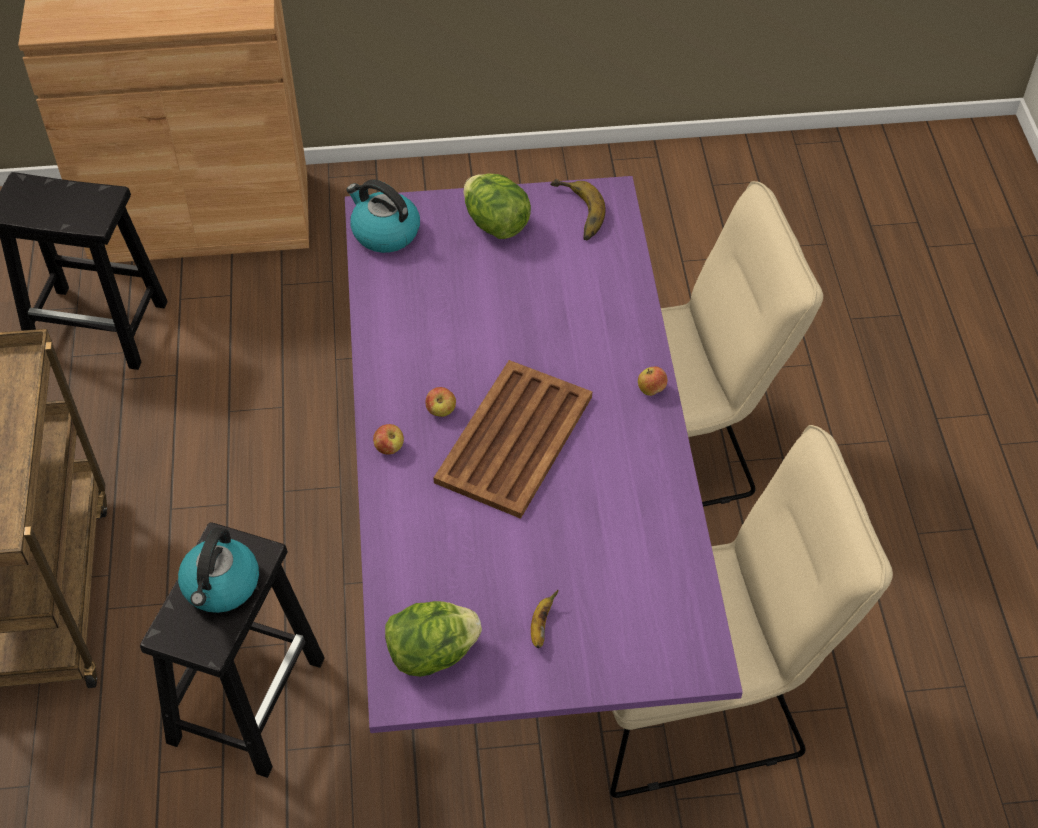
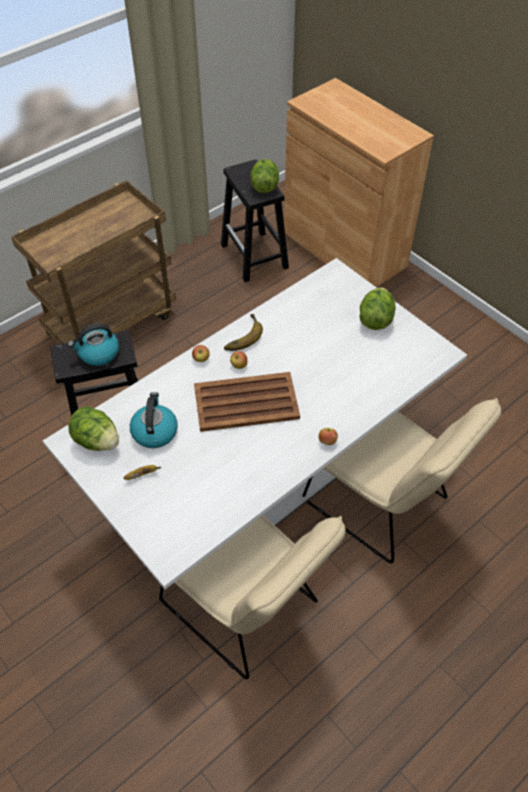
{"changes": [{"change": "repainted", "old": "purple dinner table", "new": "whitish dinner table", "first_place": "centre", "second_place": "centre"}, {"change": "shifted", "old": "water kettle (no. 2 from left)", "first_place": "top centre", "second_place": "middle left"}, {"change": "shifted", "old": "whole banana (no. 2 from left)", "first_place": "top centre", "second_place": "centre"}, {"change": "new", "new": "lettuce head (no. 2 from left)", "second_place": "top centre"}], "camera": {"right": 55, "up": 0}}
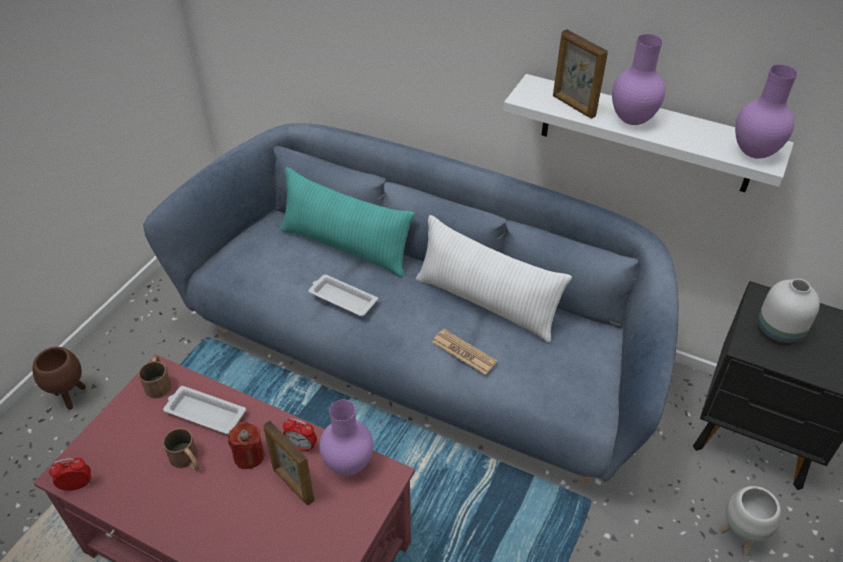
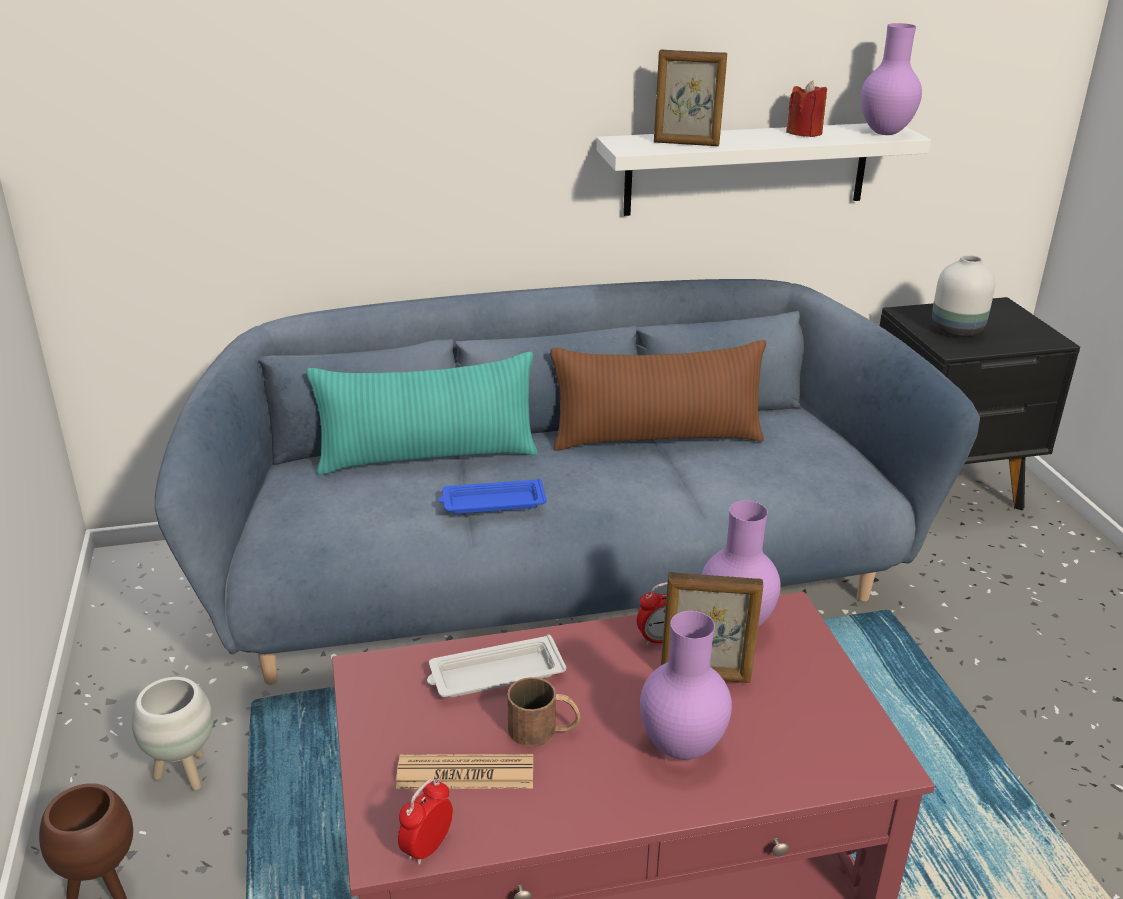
{"changes": [{"change": "shifted", "old": "whitish plant pot", "first_place": "bottom right", "second_place": "bottom left"}, {"change": "shifted", "old": "daily paper", "first_place": "centre", "second_place": "bottom centre"}, {"change": "repainted", "old": "whitish tray (no. 2 from left)", "new": "blue tray", "first_place": "centre", "second_place": "centre"}, {"change": "repainted", "old": "whitish cushion", "new": "brown-coloured cushion", "first_place": "centre", "second_place": "centre"}, {"change": "shifted", "old": "purple vase (no. 2 from left in the first image)", "new": "purple vase (no. 1 from left)", "first_place": "top right", "second_place": "bottom centre"}, {"change": "shifted", "old": "reddish wax light", "first_place": "bottom left", "second_place": "top right"}, {"change": "gone", "old": "brown-coloured coffee mug (no. 1 from left)", "first_place": "bottom left"}], "camera": {"right": -40, "up": -15}}
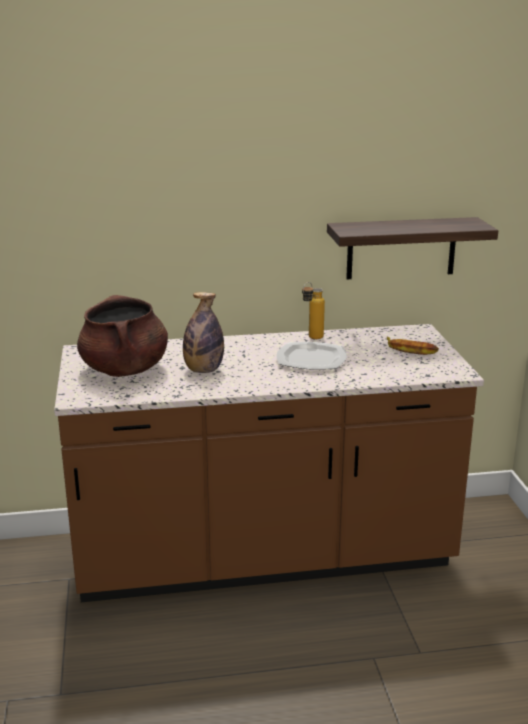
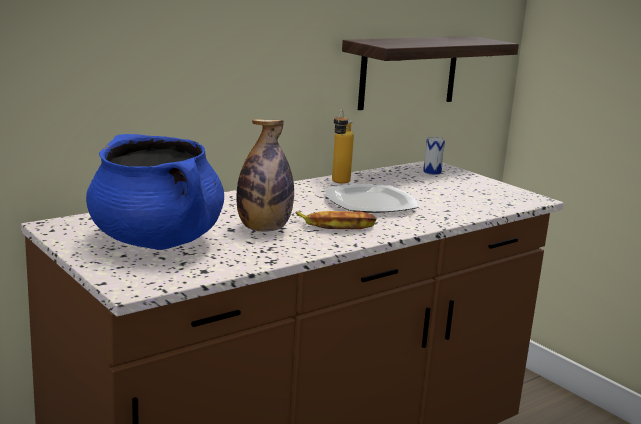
{"changes": [{"change": "repainted", "old": "brown-coloured saucepot", "new": "blue saucepot", "first_place": "middle left", "second_place": "middle left"}, {"change": "shifted", "old": "whole banana", "first_place": "middle right", "second_place": "centre"}, {"change": "new", "new": "can", "second_place": "middle right"}], "camera": {"right": -30, "up": -5}}
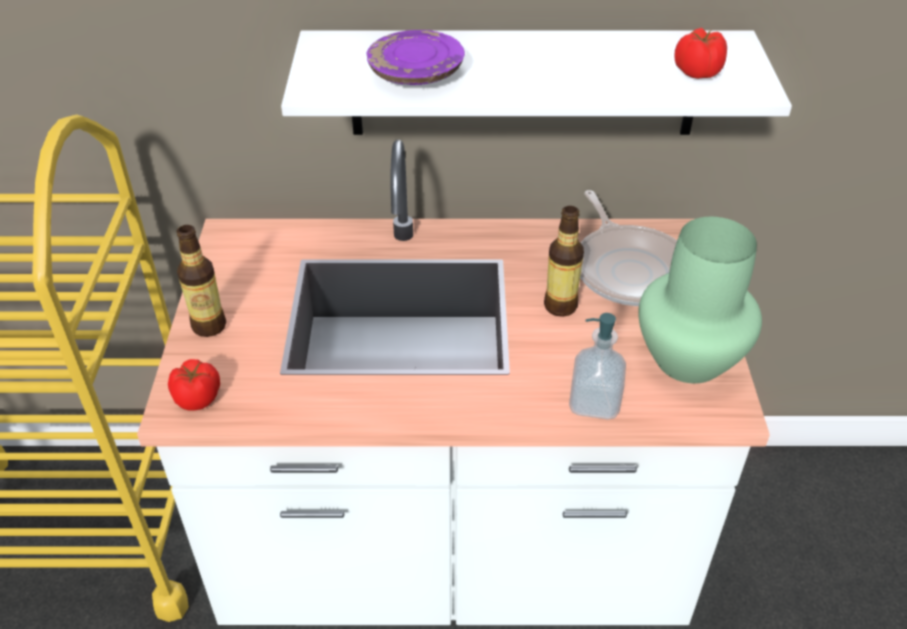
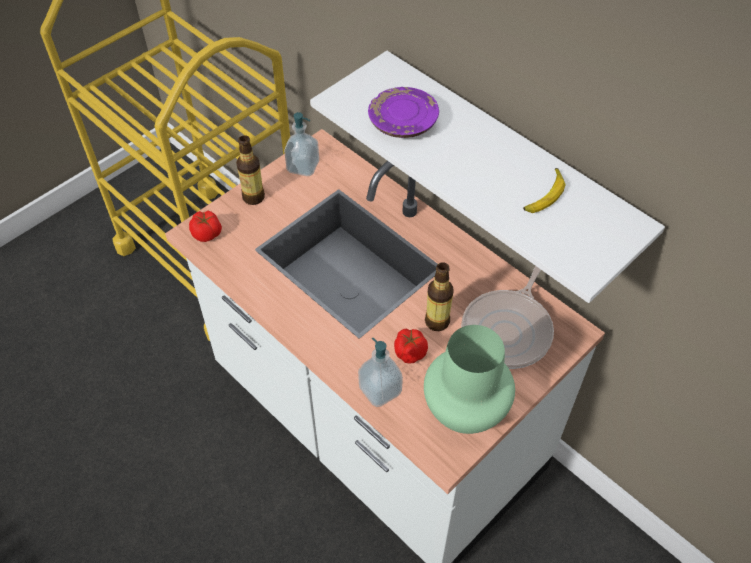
{"changes": [{"change": "new", "new": "liquid soap bottle (no. 1 from left)", "second_place": "top centre"}, {"change": "shifted", "old": "fresh tomato (no. 2 from left)", "first_place": "top right", "second_place": "centre"}, {"change": "new", "new": "whole banana", "second_place": "middle right"}], "camera": {"right": 45, "up": 10}}
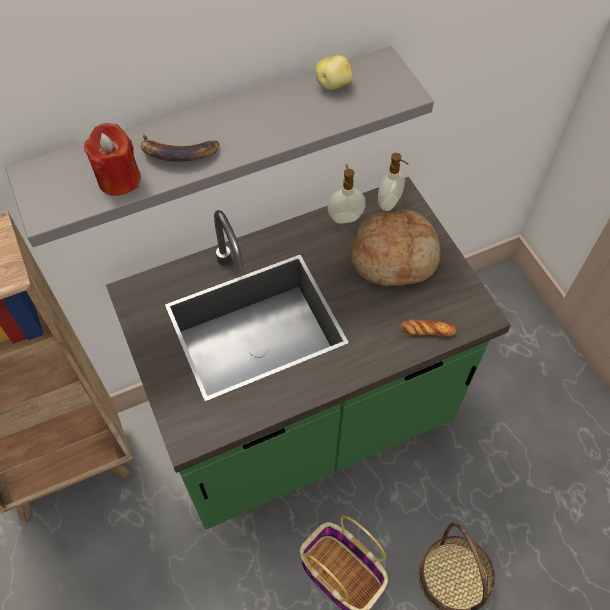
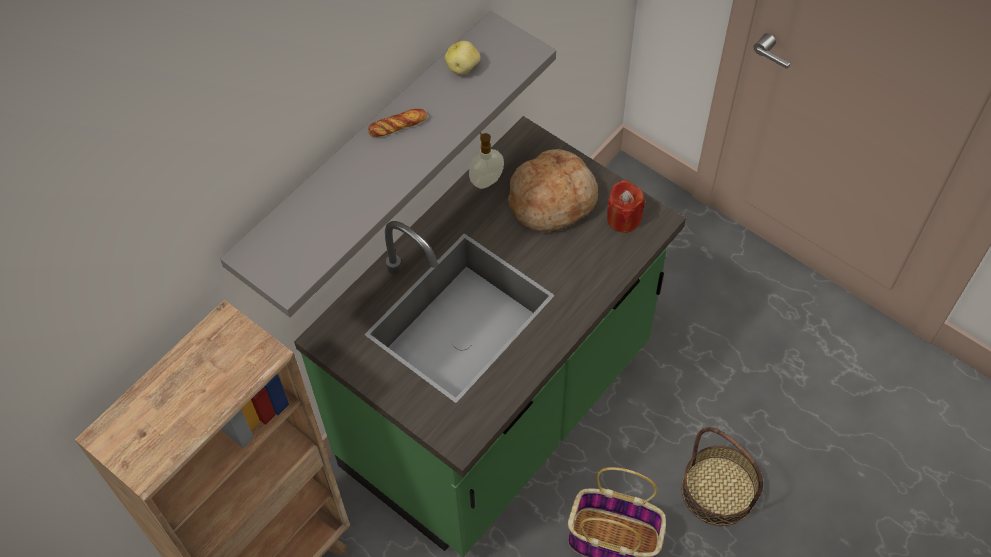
{"changes": [{"change": "shifted", "old": "bakery bread (no. 2 from left in the first image)", "new": "bakery bread (no. 1 from left)", "first_place": "middle right", "second_place": "top centre"}, {"change": "shifted", "old": "reddish wax light", "first_place": "top left", "second_place": "centre"}, {"change": "gone", "old": "whole banana", "first_place": "top left"}, {"change": "gone", "old": "liquid soap bottle (no. 2 from left)", "first_place": "top centre"}], "camera": {"right": -25, "up": 0}}
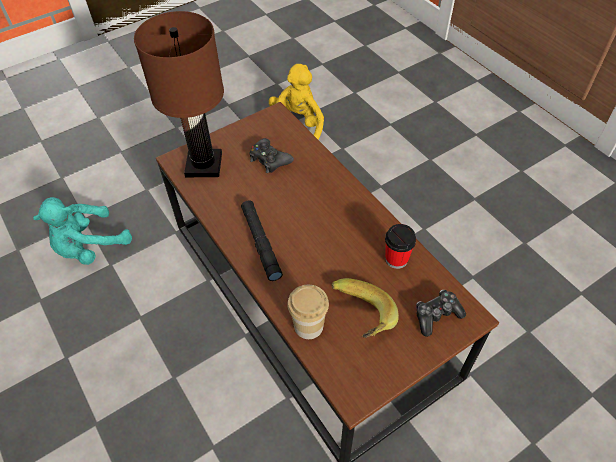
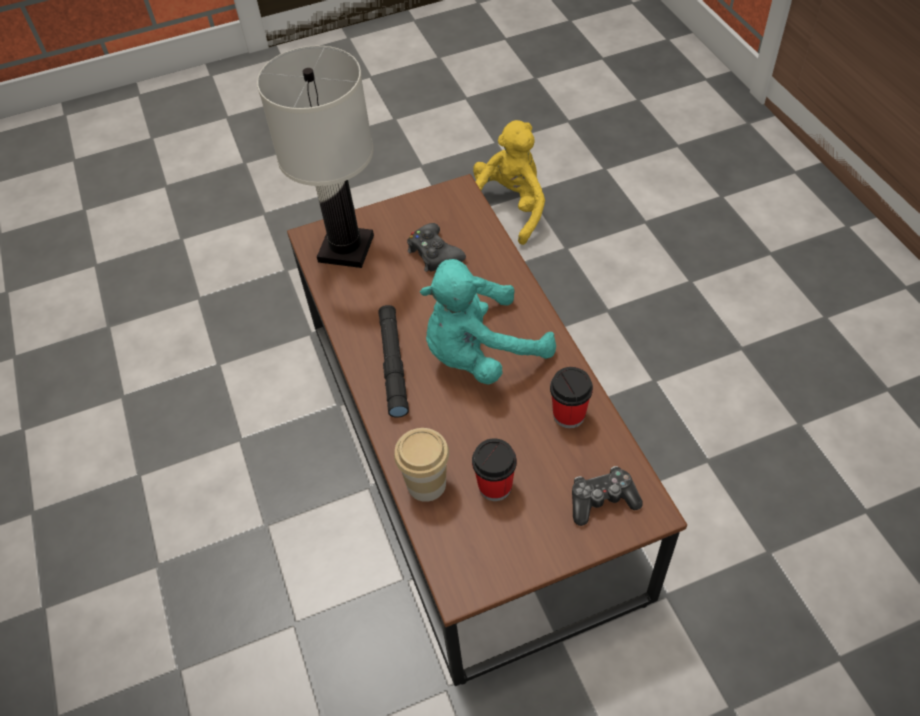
{"changes": [{"change": "repainted", "old": "brown-coloured tabletop lamp", "new": "whitish tabletop lamp", "first_place": "top left", "second_place": "top centre"}, {"change": "shifted", "old": "turquoise plush toy", "first_place": "middle left", "second_place": "centre"}, {"change": "swapped", "old": "whole banana", "new": "small cup (no. 2 from left)", "first_place": "bottom centre", "second_place": "centre"}], "camera": {"right": 15, "up": 0}}
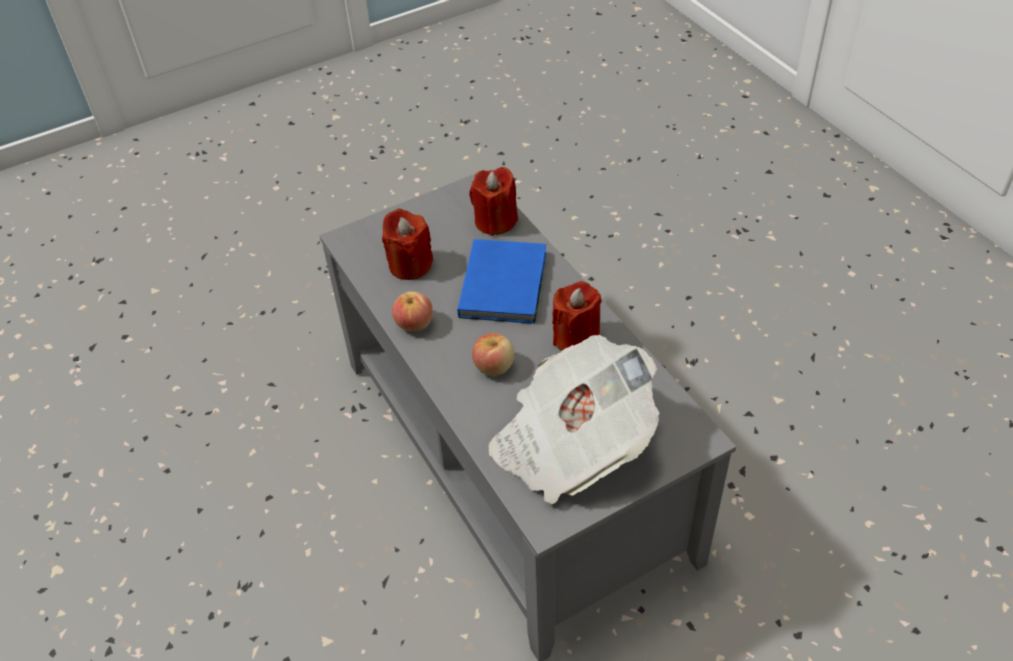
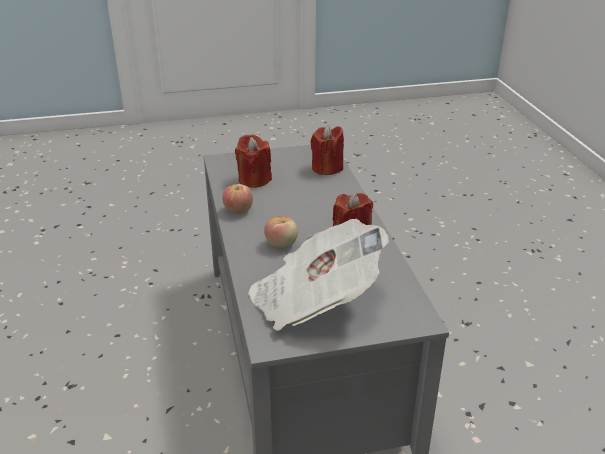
{"changes": [{"change": "gone", "old": "blue volume", "first_place": "centre"}], "camera": {"right": 15, "up": -15}}
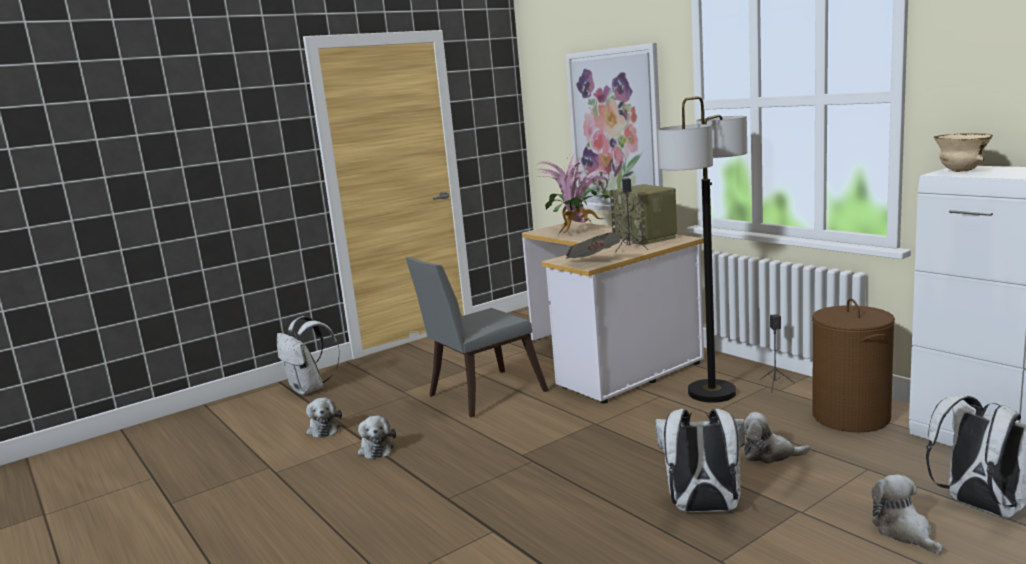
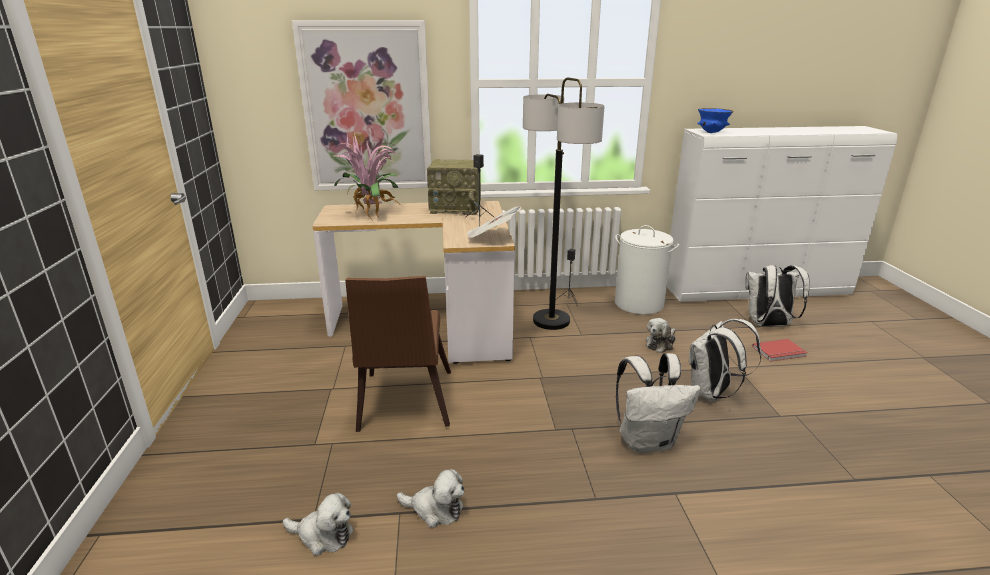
{"changes": [{"change": "repainted", "old": "grey upright chair", "new": "brown-coloured upright chair", "first_place": "centre", "second_place": "centre"}, {"change": "repainted", "old": "brown-coloured hamper", "new": "whitish hamper", "first_place": "middle right", "second_place": "centre"}, {"change": "shifted", "old": "whitish backpack (no. 1 from left)", "first_place": "middle left", "second_place": "bottom centre"}, {"change": "repainted", "old": "beige bowl", "new": "blue bowl", "first_place": "top right", "second_place": "top right"}, {"change": "swapped", "old": "plush toy (no. 4 from left)", "new": "reddish volume", "first_place": "bottom right", "second_place": "middle right"}], "camera": {"right": -60, "up": 10}}
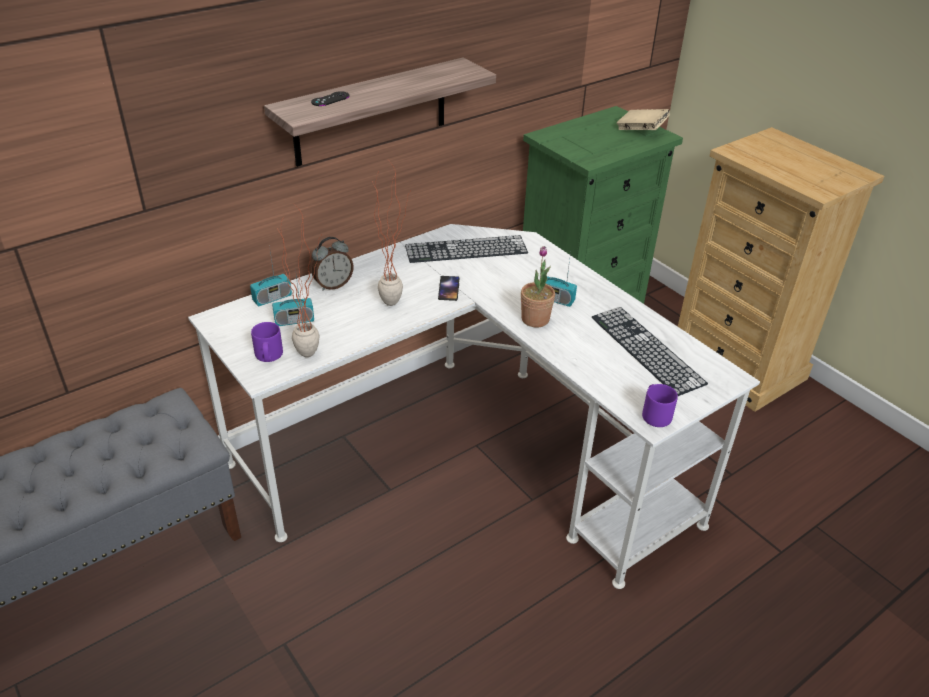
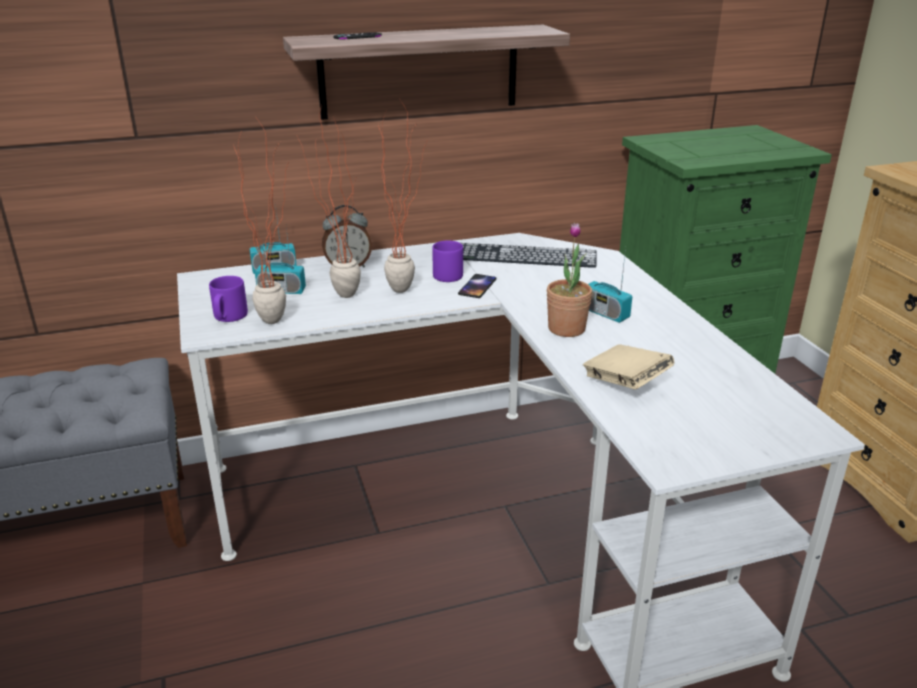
{"changes": [{"change": "new", "new": "houseplant (no. 2 from left)", "second_place": "top centre"}, {"change": "shifted", "old": "purple coffee mug (no. 2 from left)", "first_place": "middle right", "second_place": "centre"}, {"change": "shifted", "old": "beige volume", "first_place": "top right", "second_place": "middle right"}, {"change": "gone", "old": "PC keyboard (no. 2 from left)", "first_place": "middle right"}], "camera": {"right": 20, "up": -10}}
